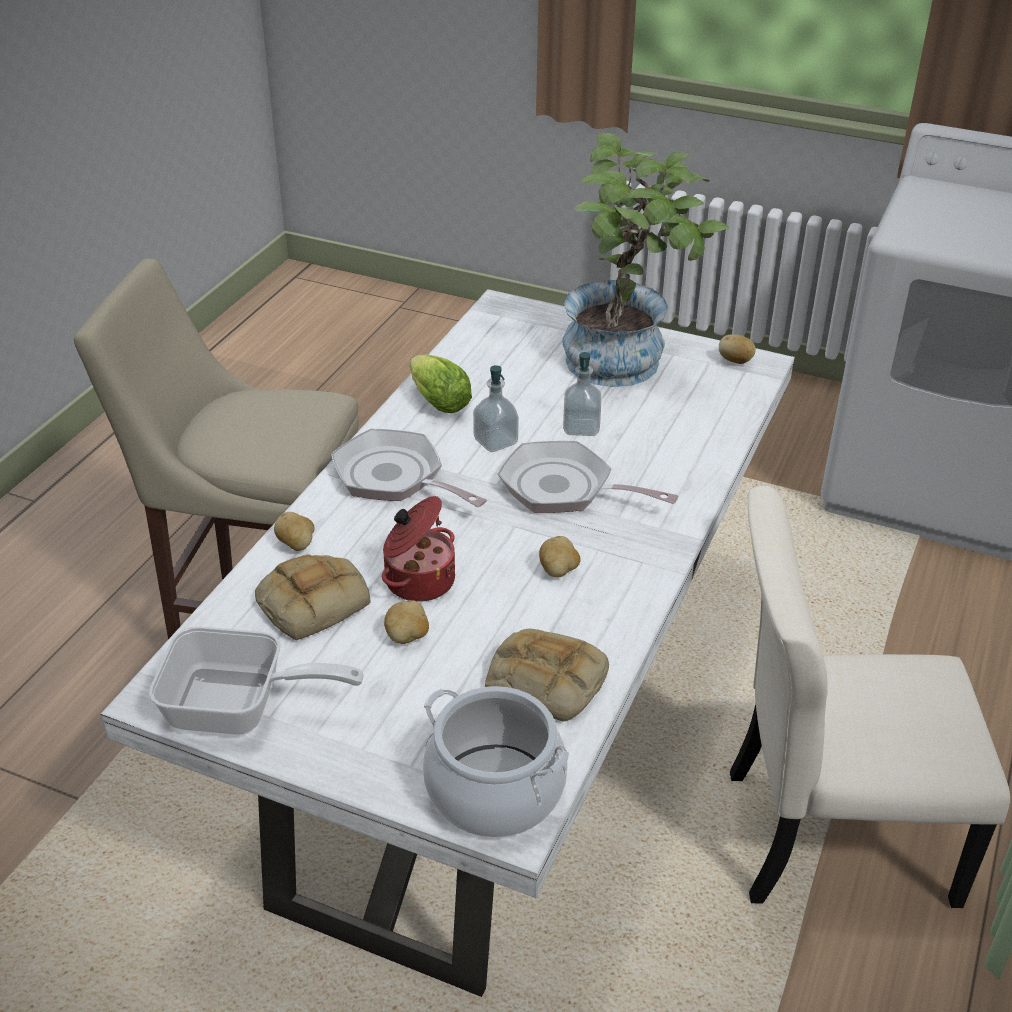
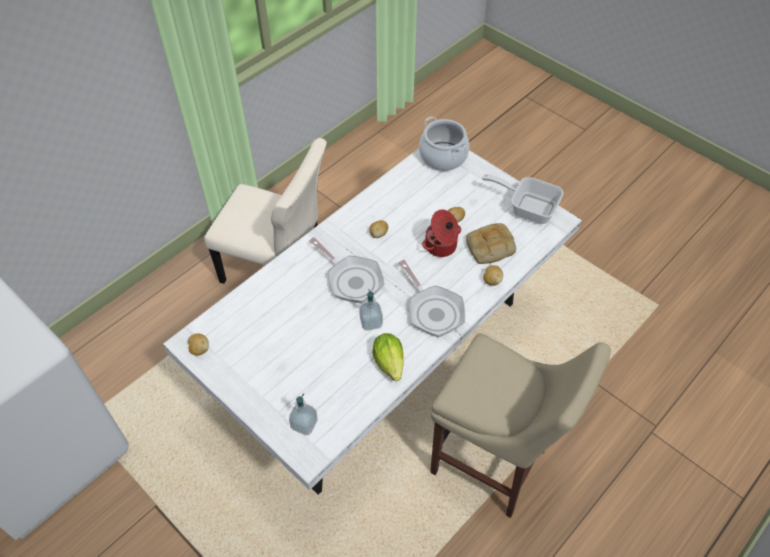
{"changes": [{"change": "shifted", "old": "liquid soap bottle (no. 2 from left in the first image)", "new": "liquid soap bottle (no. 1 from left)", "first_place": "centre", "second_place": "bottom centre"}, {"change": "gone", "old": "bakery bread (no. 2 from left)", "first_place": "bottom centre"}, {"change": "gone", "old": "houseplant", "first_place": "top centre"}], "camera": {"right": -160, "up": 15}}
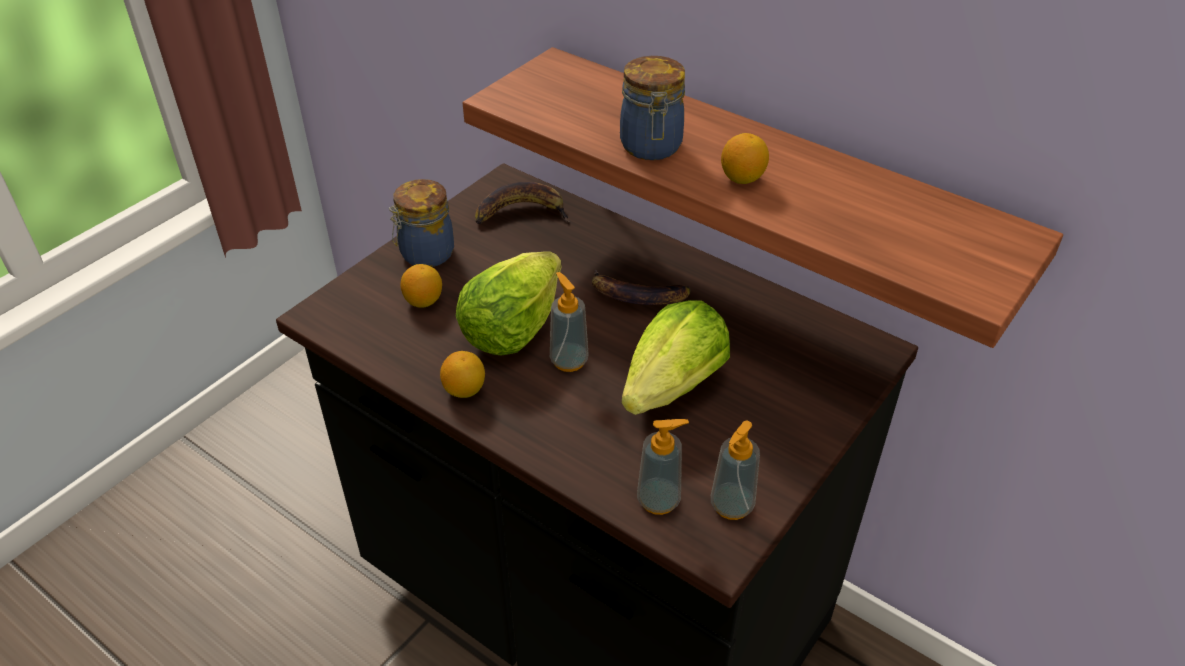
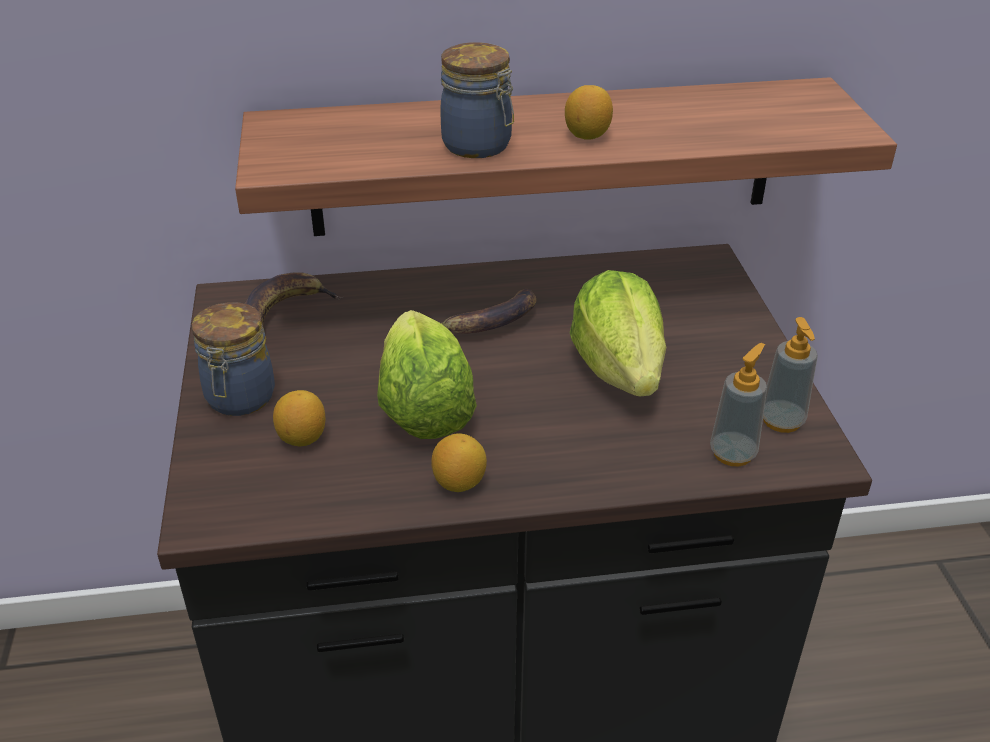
{"changes": [{"change": "gone", "old": "liquid soap bottle (no. 1 from left)", "first_place": "centre"}], "camera": {"right": -45, "up": -5}}
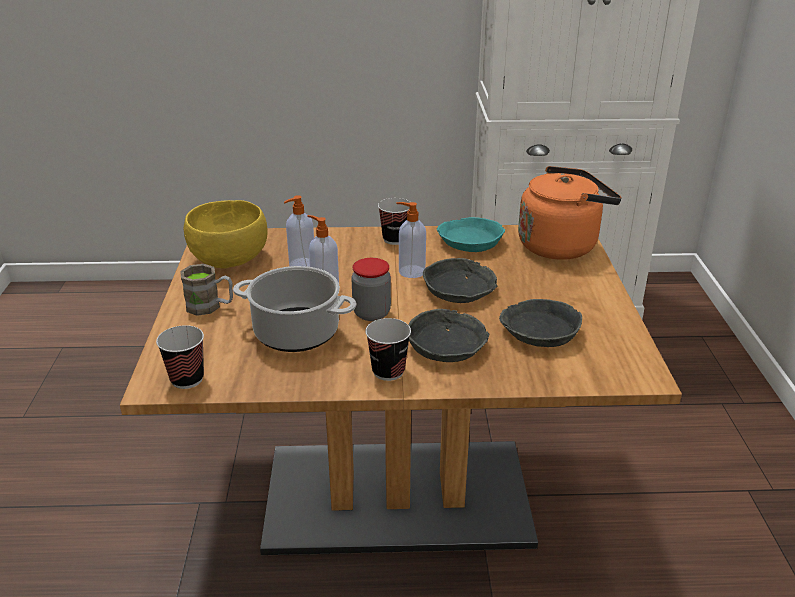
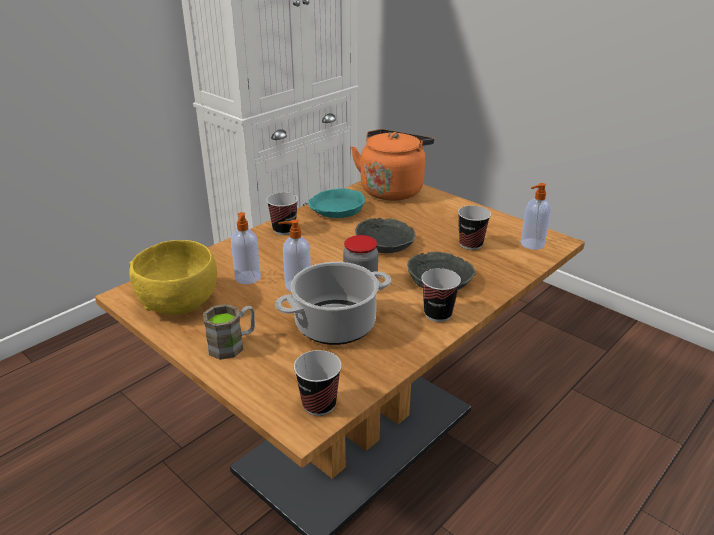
{"changes": [{"change": "swapped", "old": "grey bowl (no. 3 from left)", "new": "small cup (no. 4 from left)", "first_place": "middle right", "second_place": "centre"}, {"change": "shifted", "old": "liquid soap bottle (no. 3 from left)", "first_place": "centre", "second_place": "middle right"}], "camera": {"right": -45, "up": 0}}
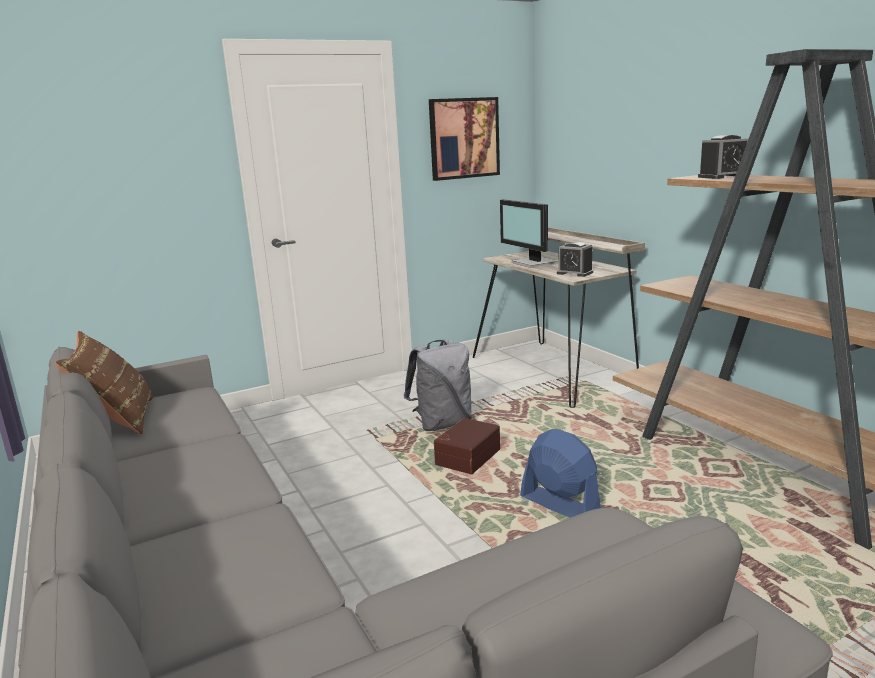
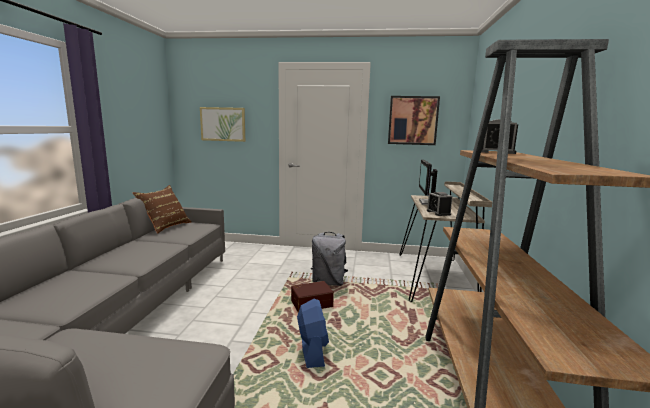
{"changes": [{"change": "new", "new": "wall art (no. 1 from left)", "second_place": "top centre"}], "camera": {"right": 35, "up": -5}}
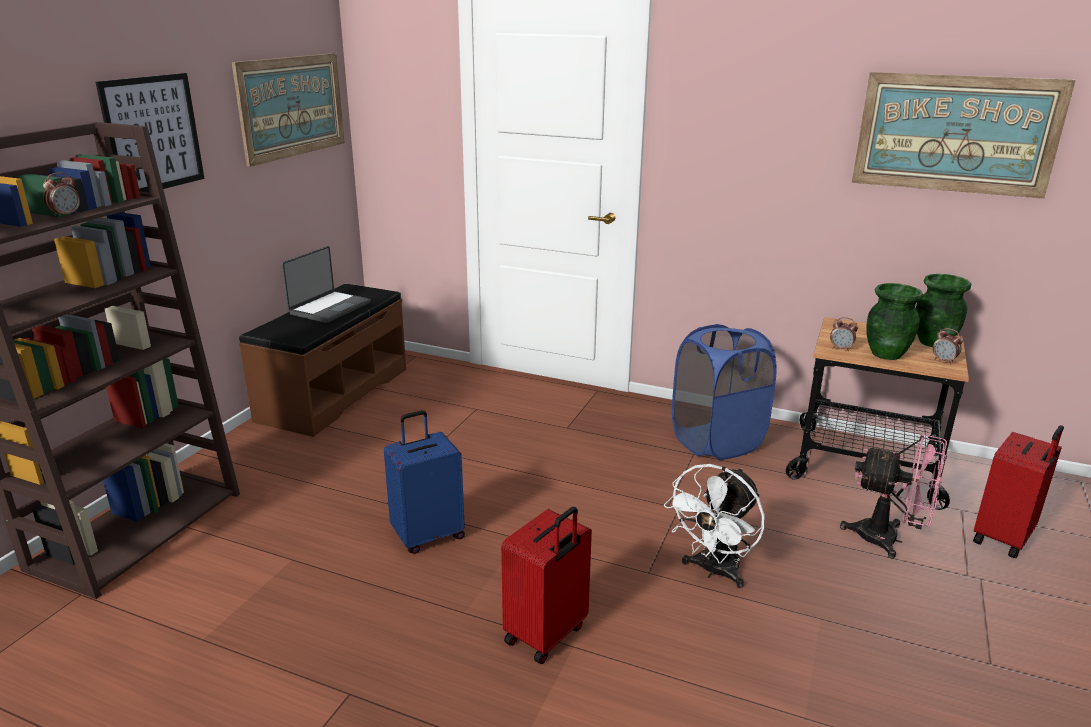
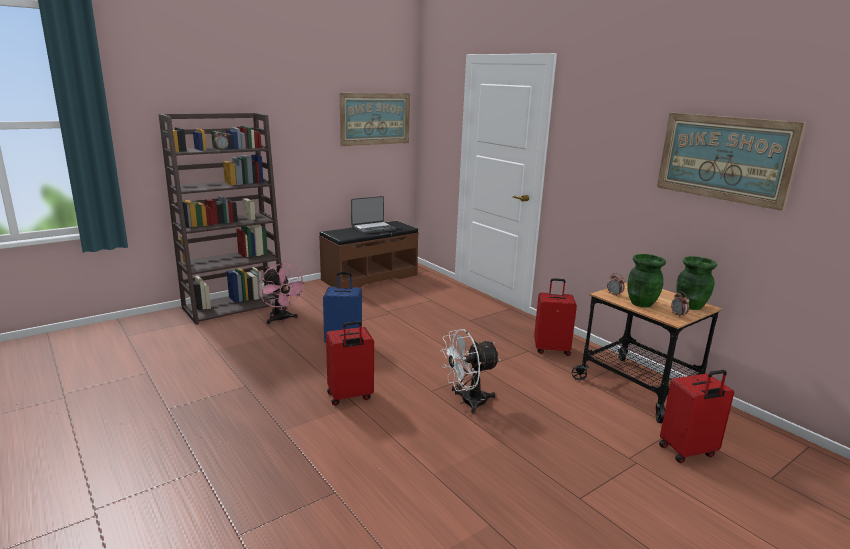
{"changes": [{"change": "shifted", "old": "pink-coloured fan", "first_place": "bottom right", "second_place": "middle left"}, {"change": "swapped", "old": "blue hamper", "new": "reddish piece of luggage (no. 2 from left)", "first_place": "centre", "second_place": "centre"}, {"change": "gone", "old": "wall art (no. 1 from left)", "first_place": "top left"}], "camera": {"right": 30, "up": -5}}
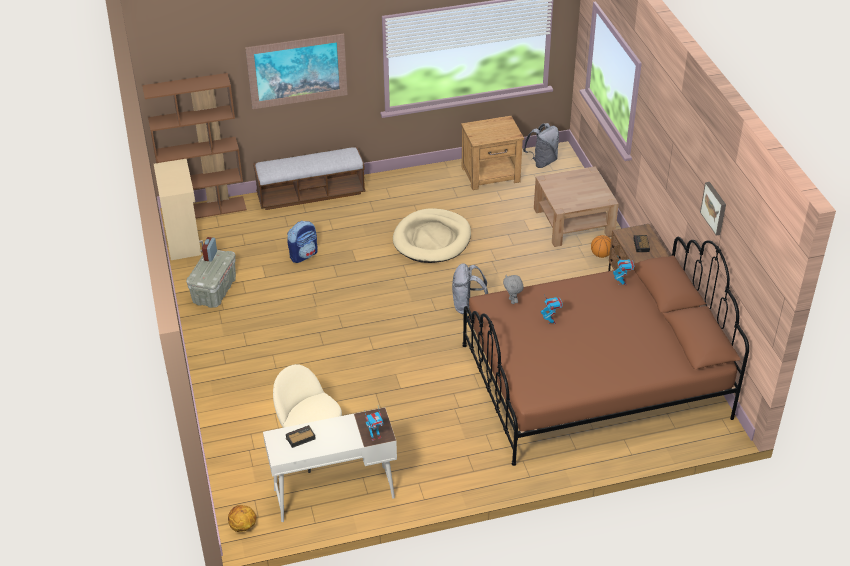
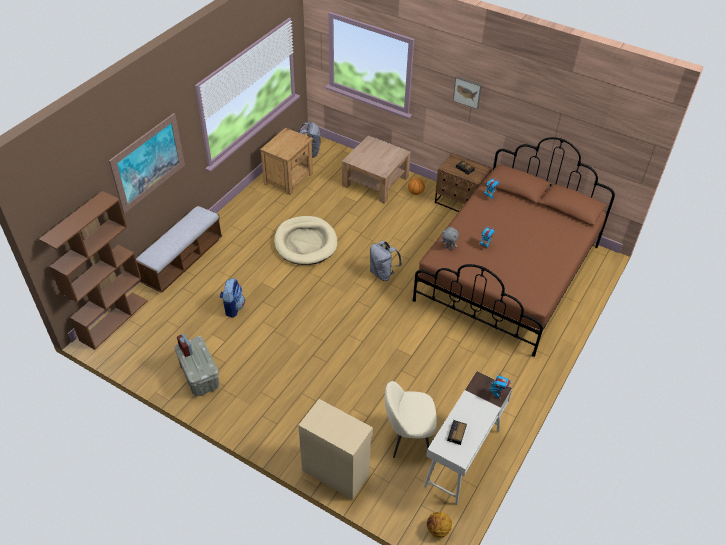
{"changes": [{"change": "shifted", "old": "beige storage cabinet", "first_place": "middle left", "second_place": "bottom centre"}, {"change": "shifted", "old": "wall art (no. 2 from left)", "first_place": "middle right", "second_place": "top centre"}], "camera": {"right": -45, "up": 5}}
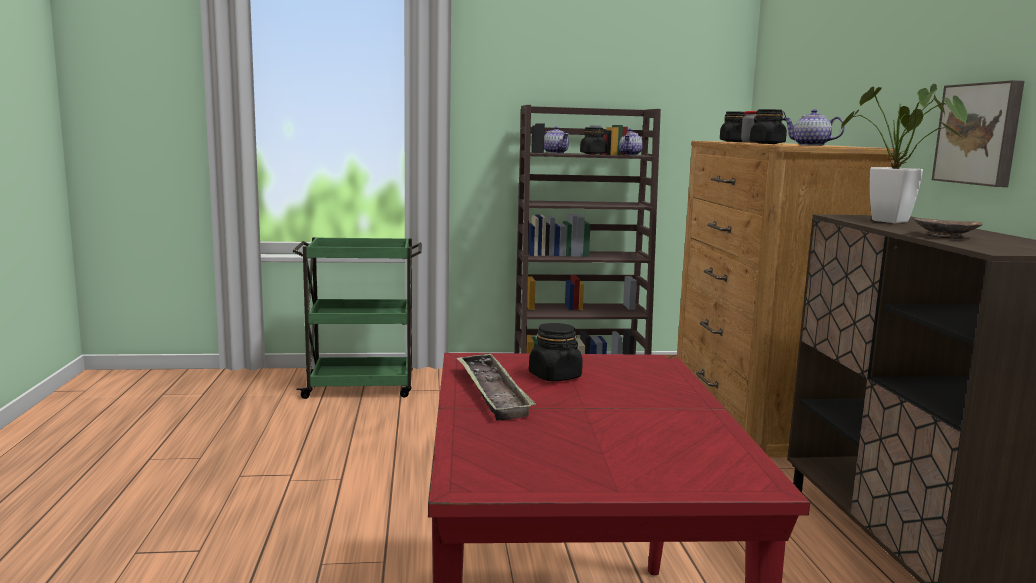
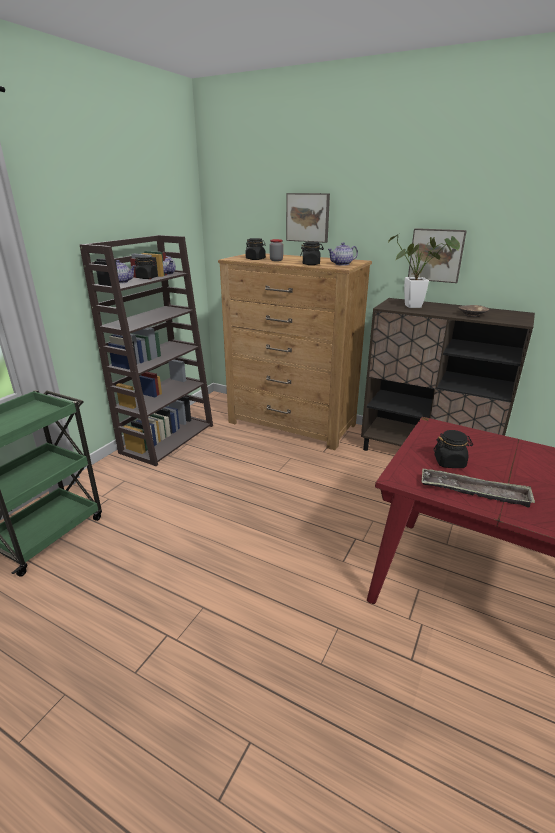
{"changes": [{"change": "new", "new": "wall art (no. 1 from left)", "second_place": "top centre"}], "camera": {"right": -55, "up": 15}}
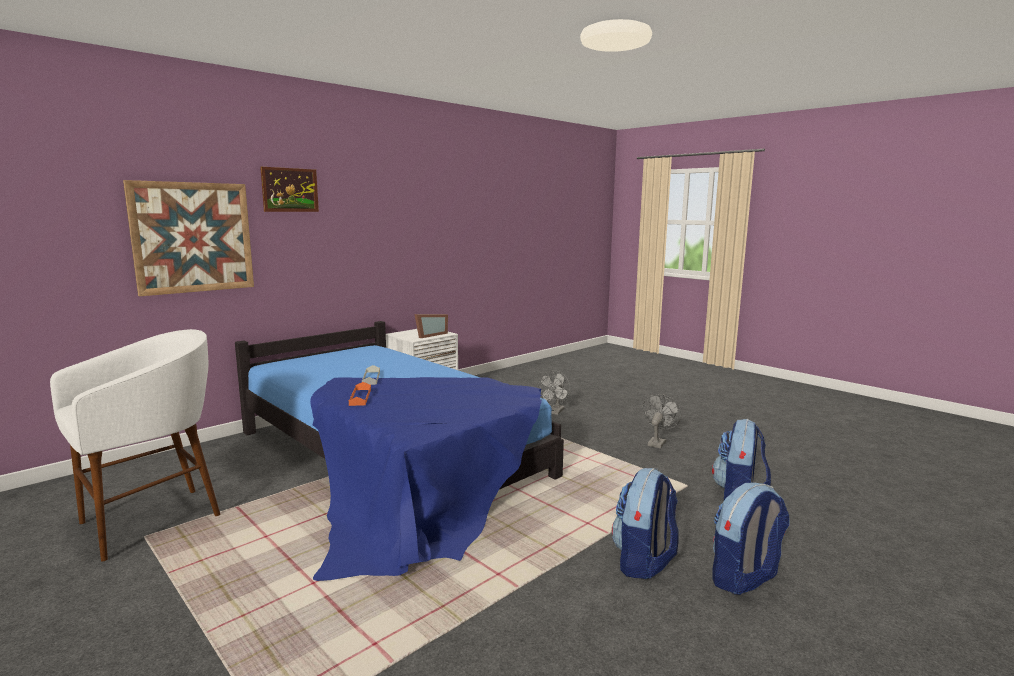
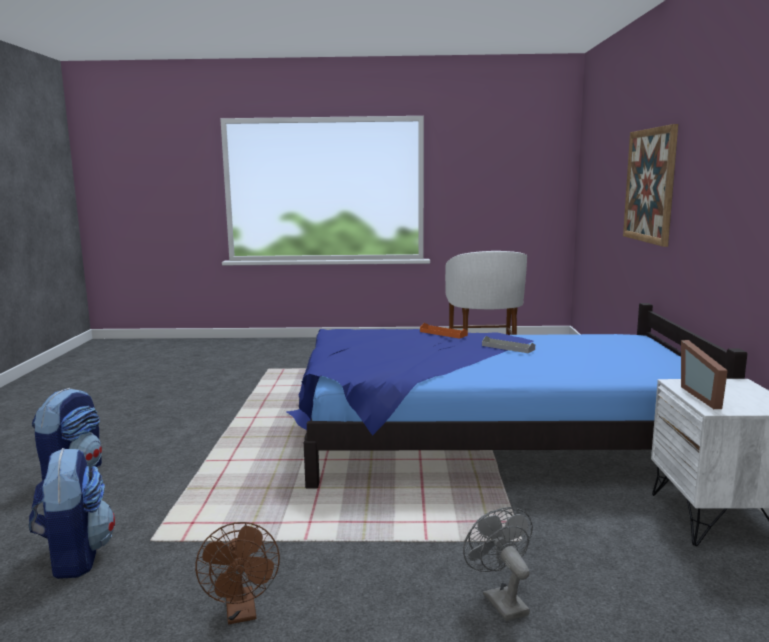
{"changes": [{"change": "repainted", "old": "grey fan (no. 2 from left)", "new": "brown-coloured fan", "first_place": "centre", "second_place": "bottom left"}, {"change": "gone", "old": "wall art (no. 2 from left)", "first_place": "top left"}, {"change": "gone", "old": "backpack (no. 1 from left)", "first_place": "bottom centre"}], "camera": {"right": 135, "up": 0}}
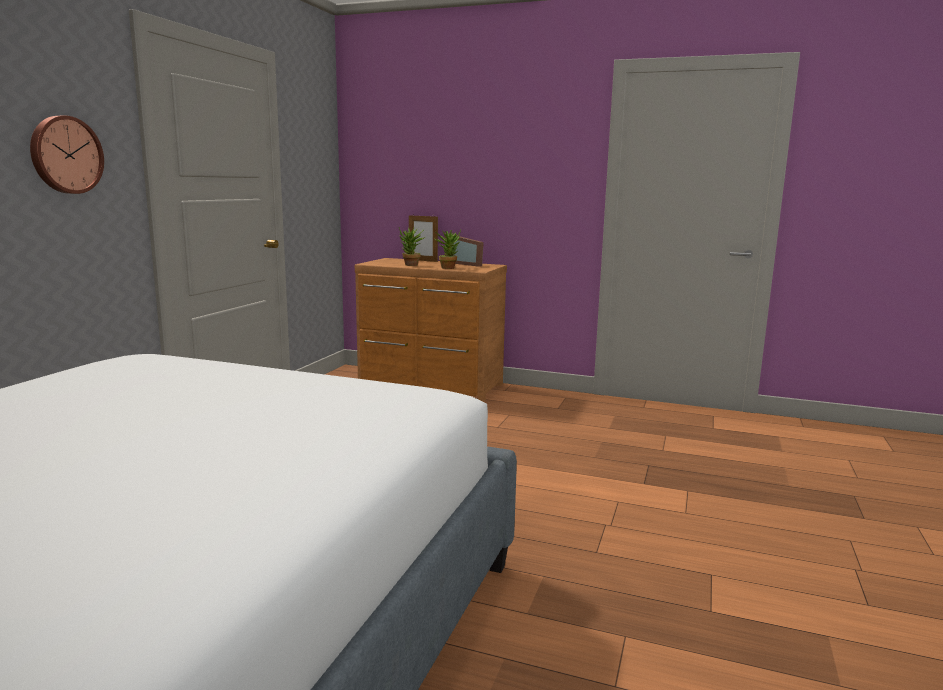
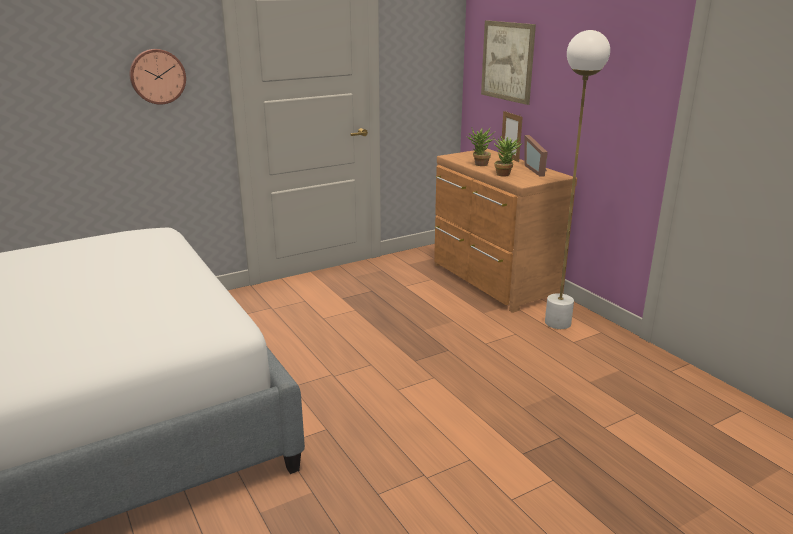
{"changes": [{"change": "new", "new": "wall art", "second_place": "top centre"}, {"change": "new", "new": "whitish standing lamp", "second_place": "middle right"}], "camera": {"right": 40, "up": 10}}
